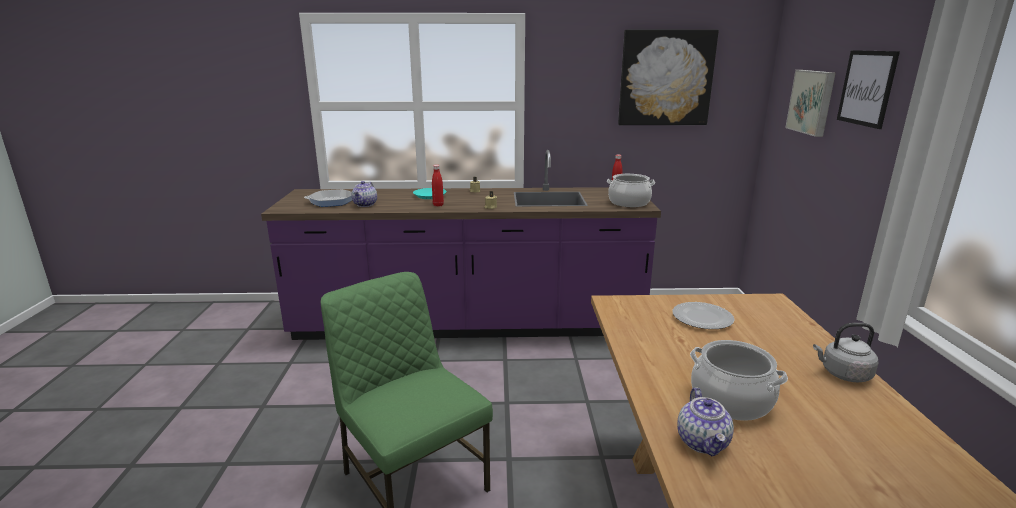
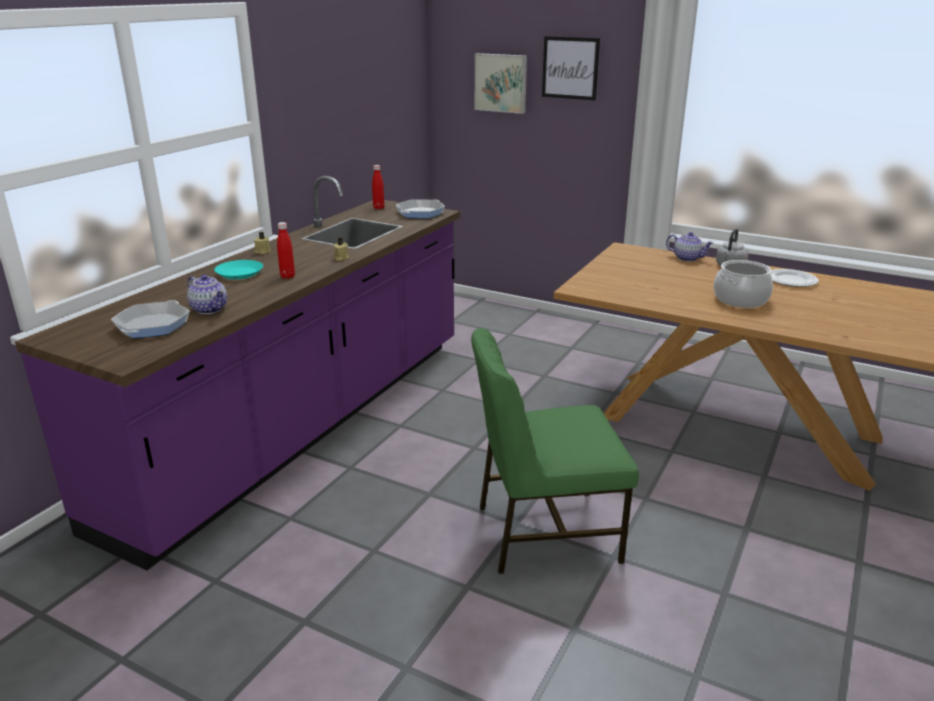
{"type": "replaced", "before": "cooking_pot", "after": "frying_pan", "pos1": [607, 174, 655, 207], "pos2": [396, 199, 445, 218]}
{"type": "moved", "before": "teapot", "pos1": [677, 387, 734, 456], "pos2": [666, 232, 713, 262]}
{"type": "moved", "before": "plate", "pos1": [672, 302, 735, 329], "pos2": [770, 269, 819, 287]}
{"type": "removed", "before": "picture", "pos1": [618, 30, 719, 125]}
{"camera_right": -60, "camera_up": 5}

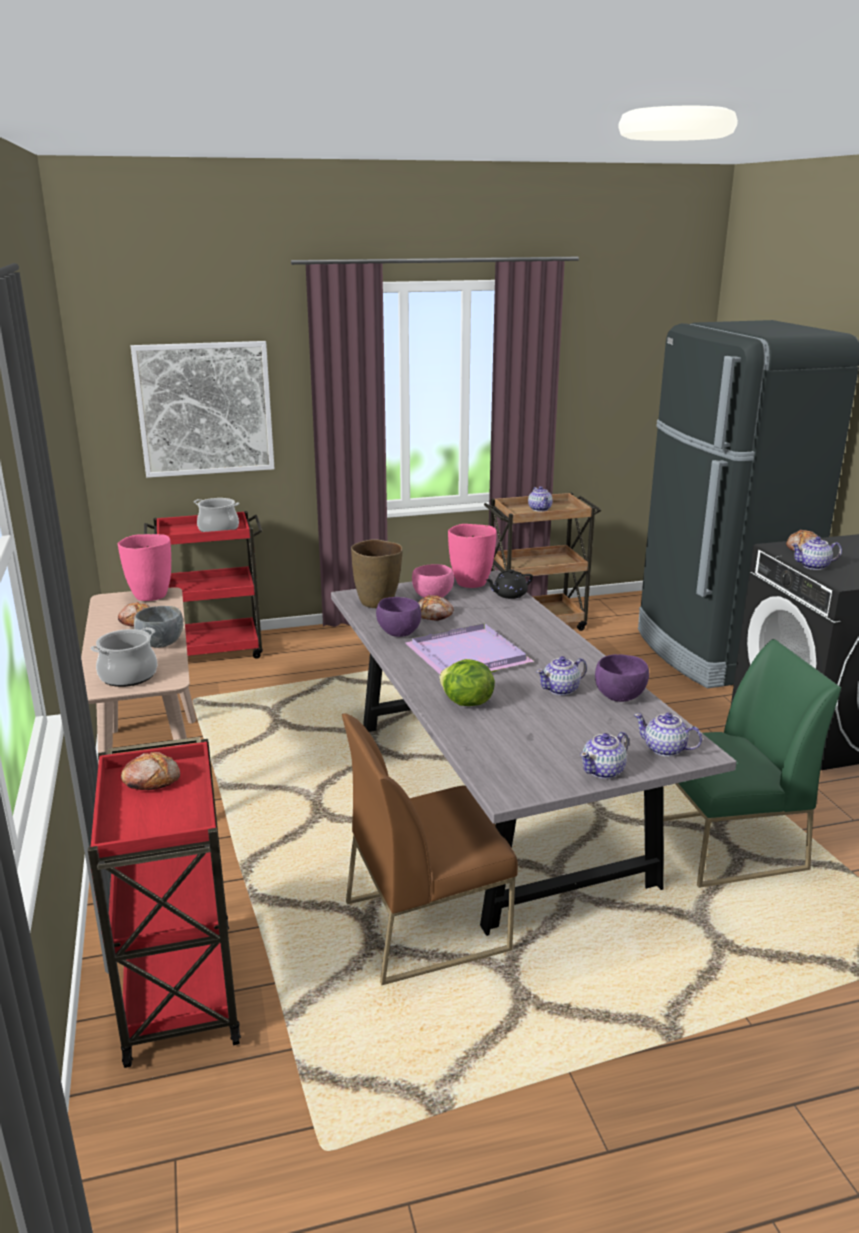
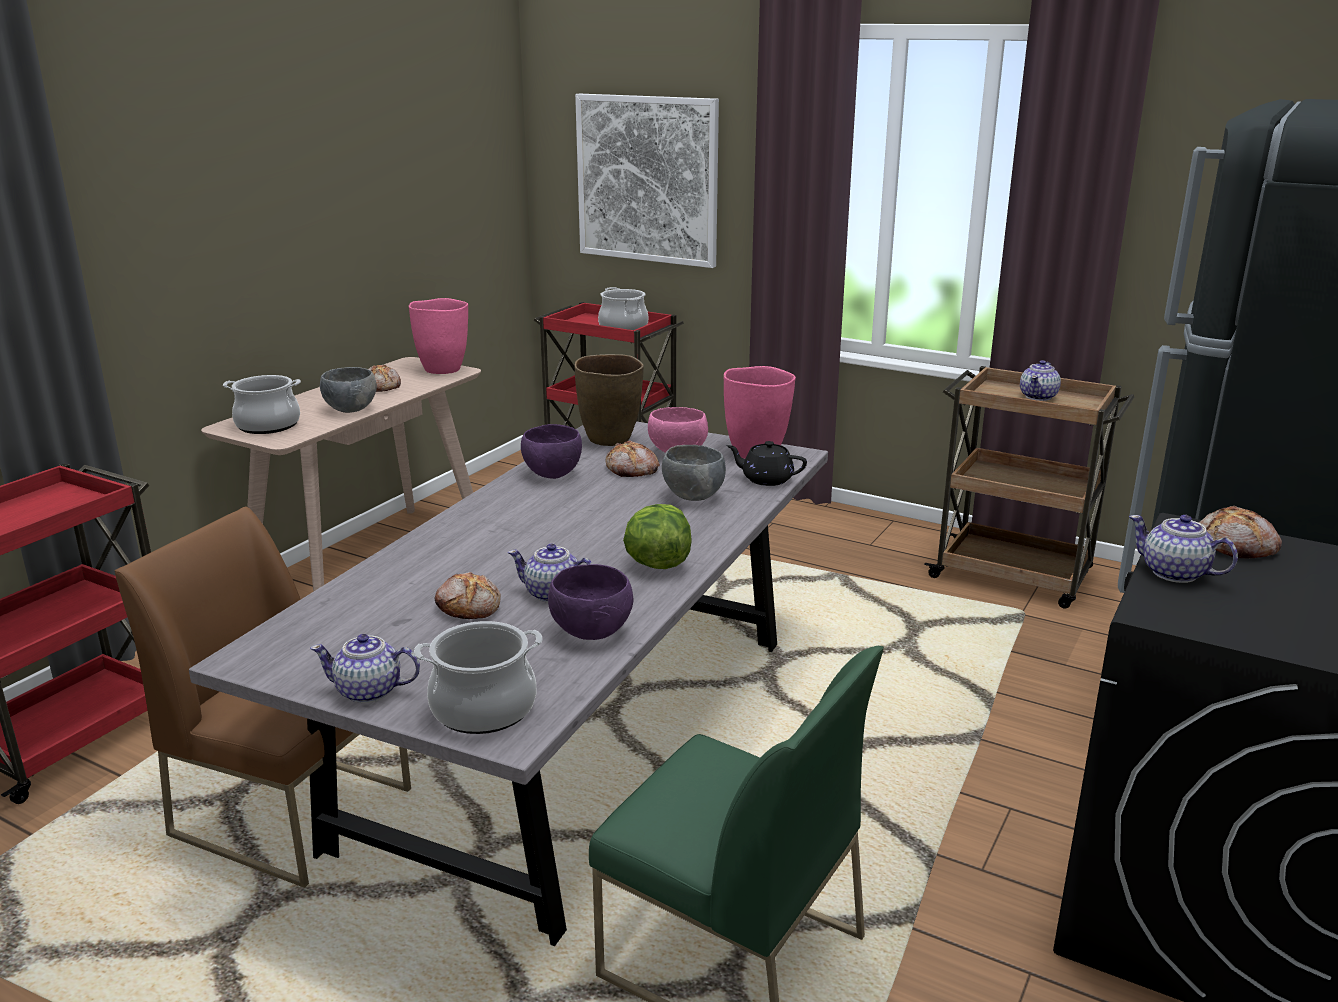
{"type": "replaced", "before": "teapot", "after": "cooking_pot", "pos1": [634, 713, 702, 757], "pos2": [414, 621, 542, 734]}
{"type": "moved", "before": "bread", "pos1": [121, 752, 180, 790], "pos2": [435, 572, 501, 619]}
{"type": "moved", "before": "lettuce", "pos1": [439, 659, 495, 706], "pos2": [623, 504, 692, 569]}
{"type": "added", "after": "grey_bowl", "pos2": [662, 445, 726, 501]}
{"type": "removed", "before": "purple_tray", "pos1": [405, 623, 534, 674]}
{"camera_right": 45, "camera_up": 0}

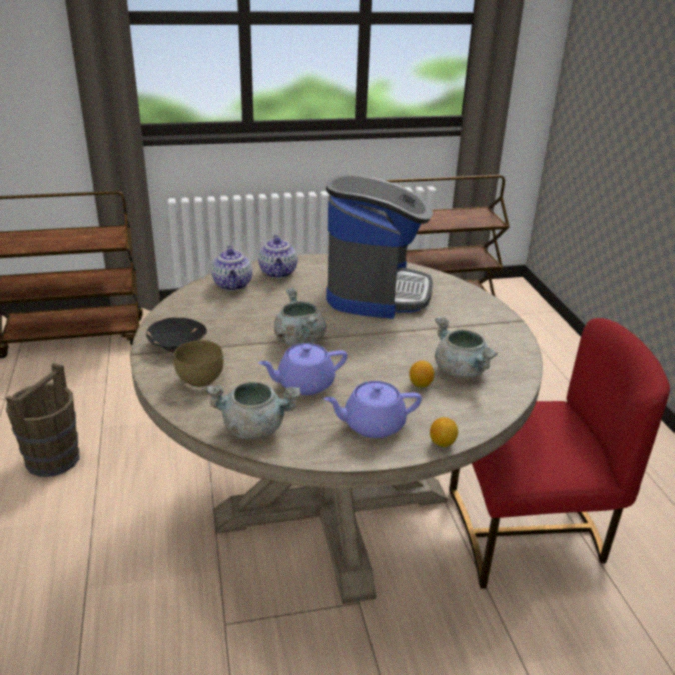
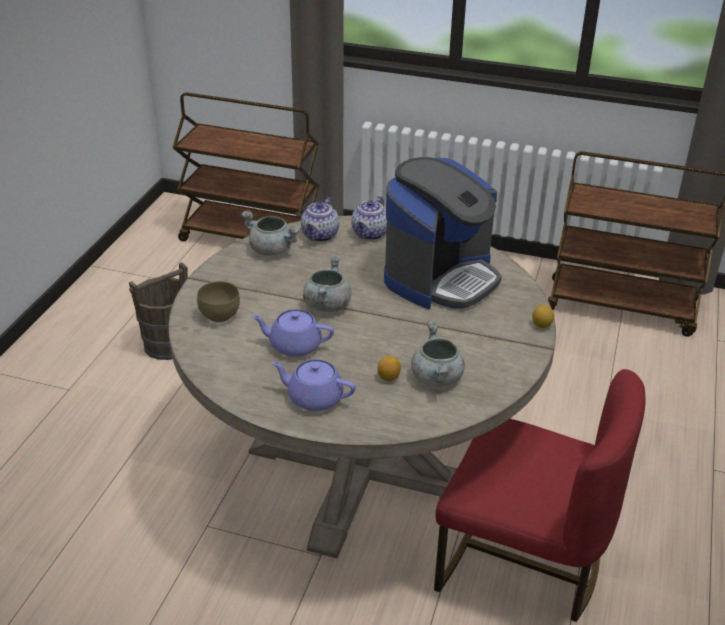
{"type": "moved", "before": "grey_cooking_pot", "pos1": [207, 382, 301, 439], "pos2": [241, 211, 301, 256]}
{"type": "moved", "before": "lemon", "pos1": [430, 417, 458, 447], "pos2": [532, 305, 554, 328]}
{"type": "removed", "before": "black_bowl", "pos1": [146, 318, 207, 352]}
{"camera_right": 30, "camera_up": 5}

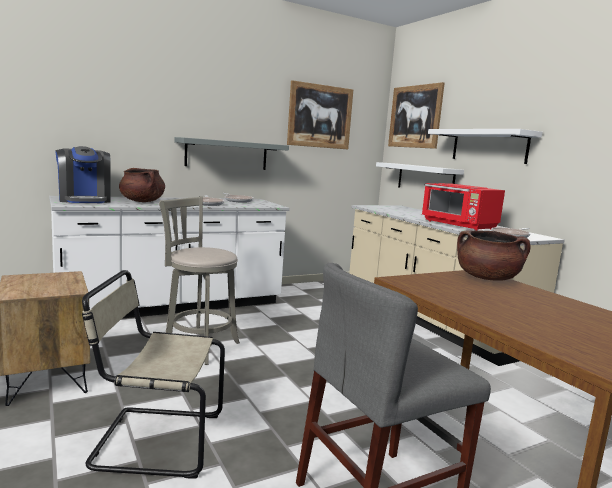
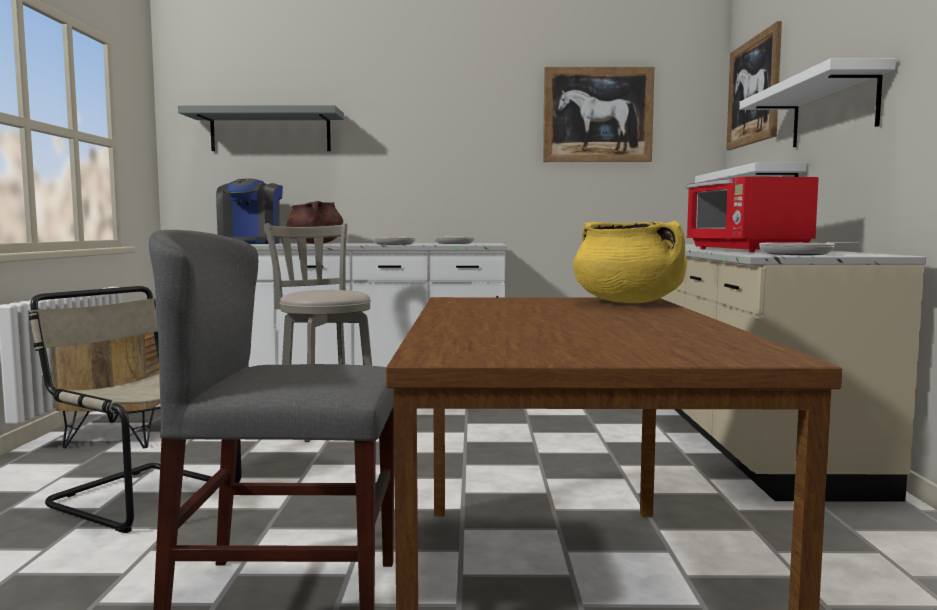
{"type": "moved", "before": "grey_shelf", "pos1": [174, 137, 289, 170], "pos2": [178, 105, 344, 151]}
{"type": "recoloured", "before": "brown_cooking_pot", "after": "yellow_cooking_pot", "pos1": [457, 230, 531, 281], "pos2": [573, 221, 687, 303]}
{"camera_right": 30, "camera_up": -5}

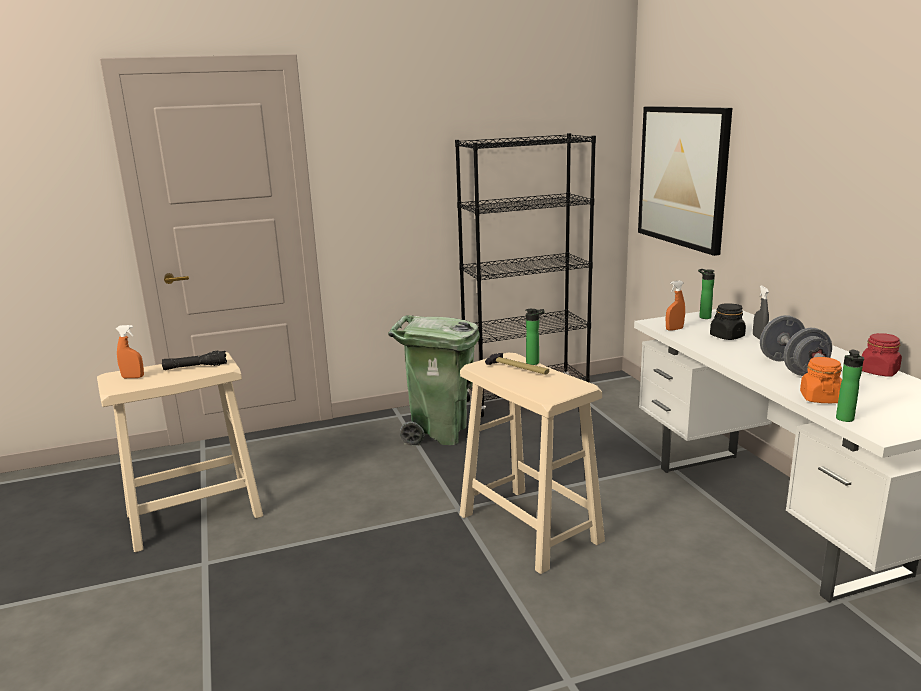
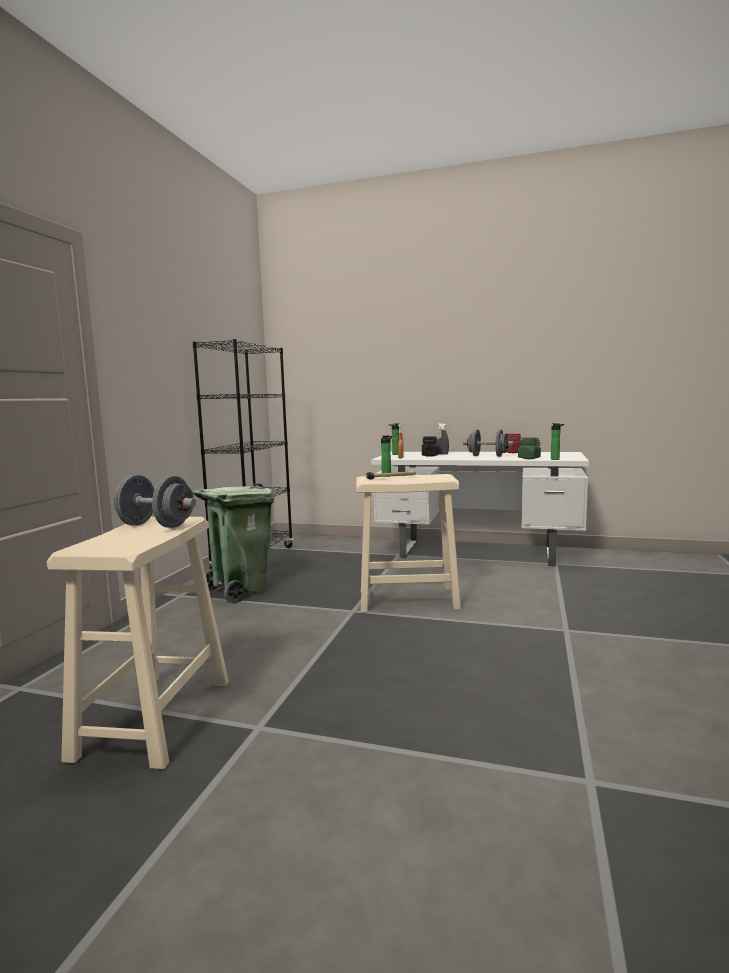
{"type": "replaced", "before": "black_flashlight", "after": "grey_dumbbell", "pos1": [162, 351, 227, 370], "pos2": [113, 475, 196, 528]}
{"type": "recoloured", "before": "orange_jar", "after": "green_jar", "pos1": [800, 357, 842, 403], "pos2": [518, 437, 541, 459]}
{"type": "removed", "before": "orange_spray_bottle", "pos1": [116, 325, 144, 378]}
{"type": "removed", "before": "picture", "pos1": [638, 106, 732, 256]}
{"camera_right": -55, "camera_up": -10}

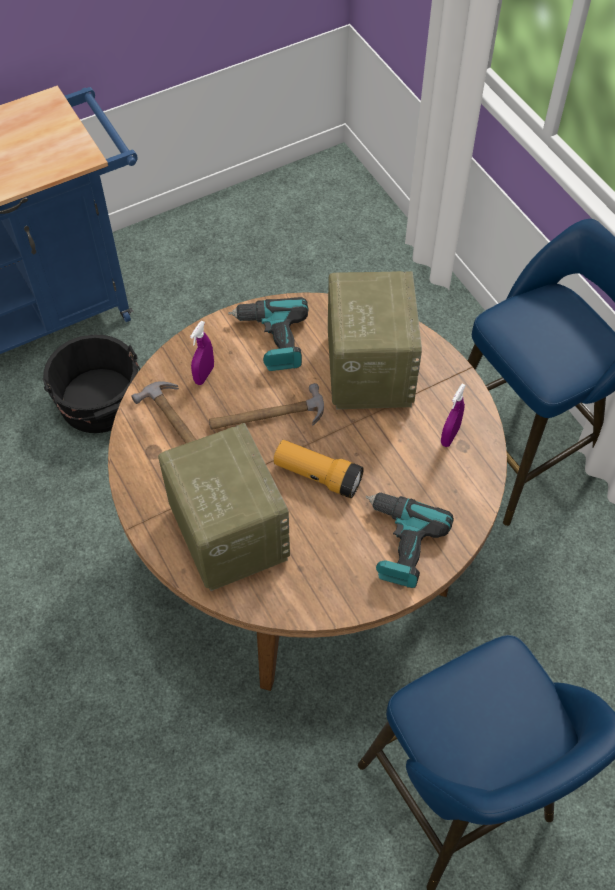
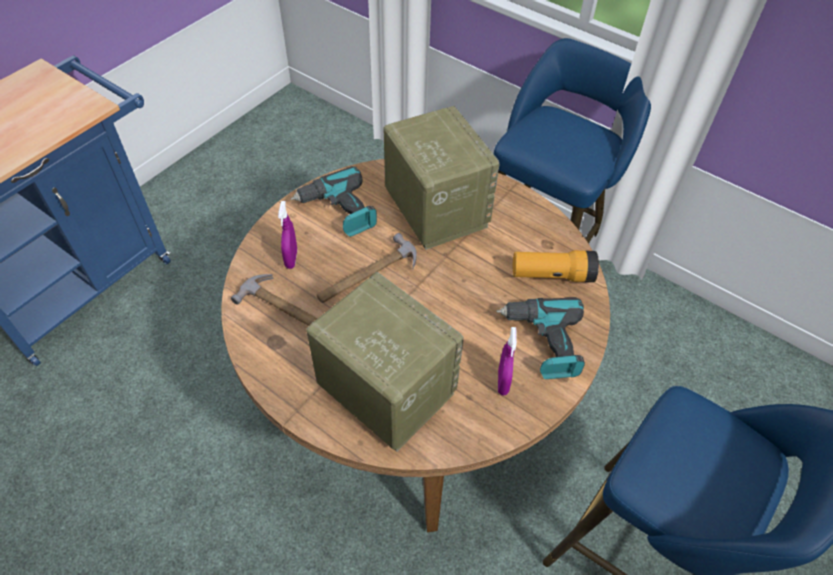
{"type": "moved", "before": "purple_spray_bottle", "pos1": [441, 384, 466, 447], "pos2": [498, 327, 517, 396]}
{"type": "moved", "before": "flashlight", "pos1": [274, 440, 364, 498], "pos2": [512, 250, 599, 282]}
{"type": "removed", "before": "black_bucket", "pos1": [43, 335, 140, 433]}
{"camera_right": -25, "camera_up": -5}

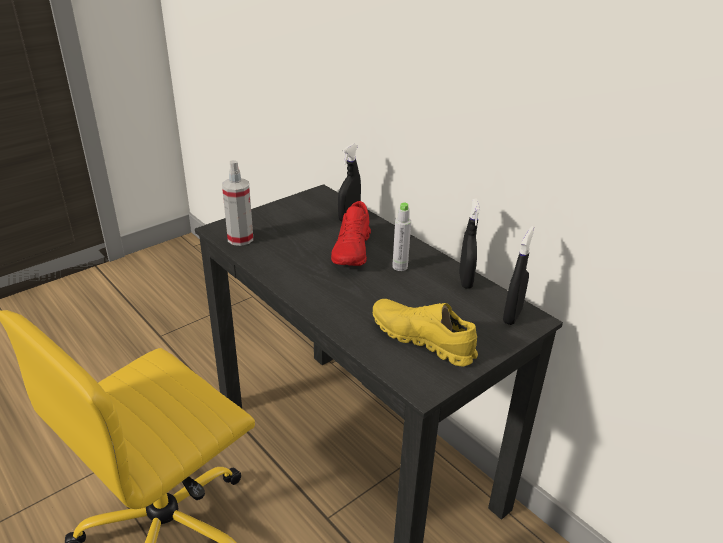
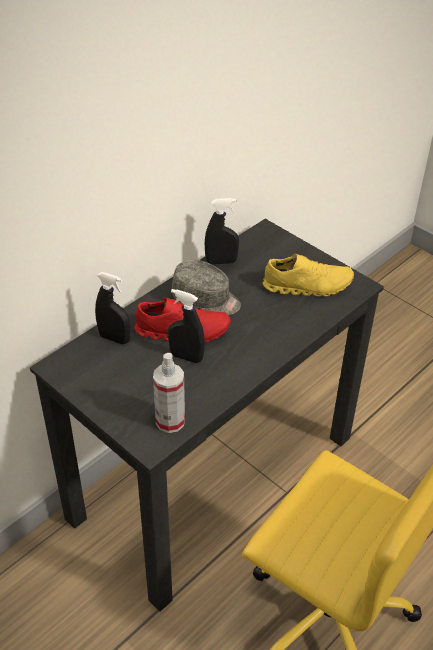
{"type": "moved", "before": "black_spray_bottle", "pos1": [503, 226, 535, 325], "pos2": [168, 289, 205, 363]}
{"type": "replaced", "before": "grey_bottle", "after": "grey_cap", "pos1": [392, 203, 411, 271], "pos2": [172, 260, 241, 315]}
{"type": "turned", "before": "yellow_shoe", "pos1": [373, 299, 478, 366], "pos2": [263, 254, 354, 297], "turn": -120}
{"camera_right": -95, "camera_up": 10}

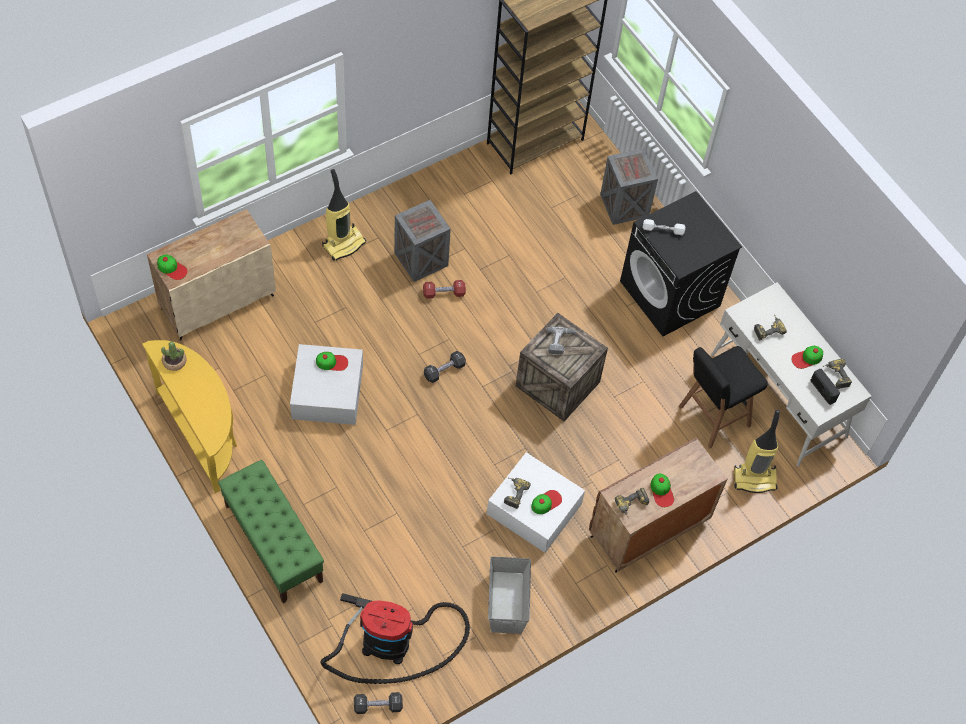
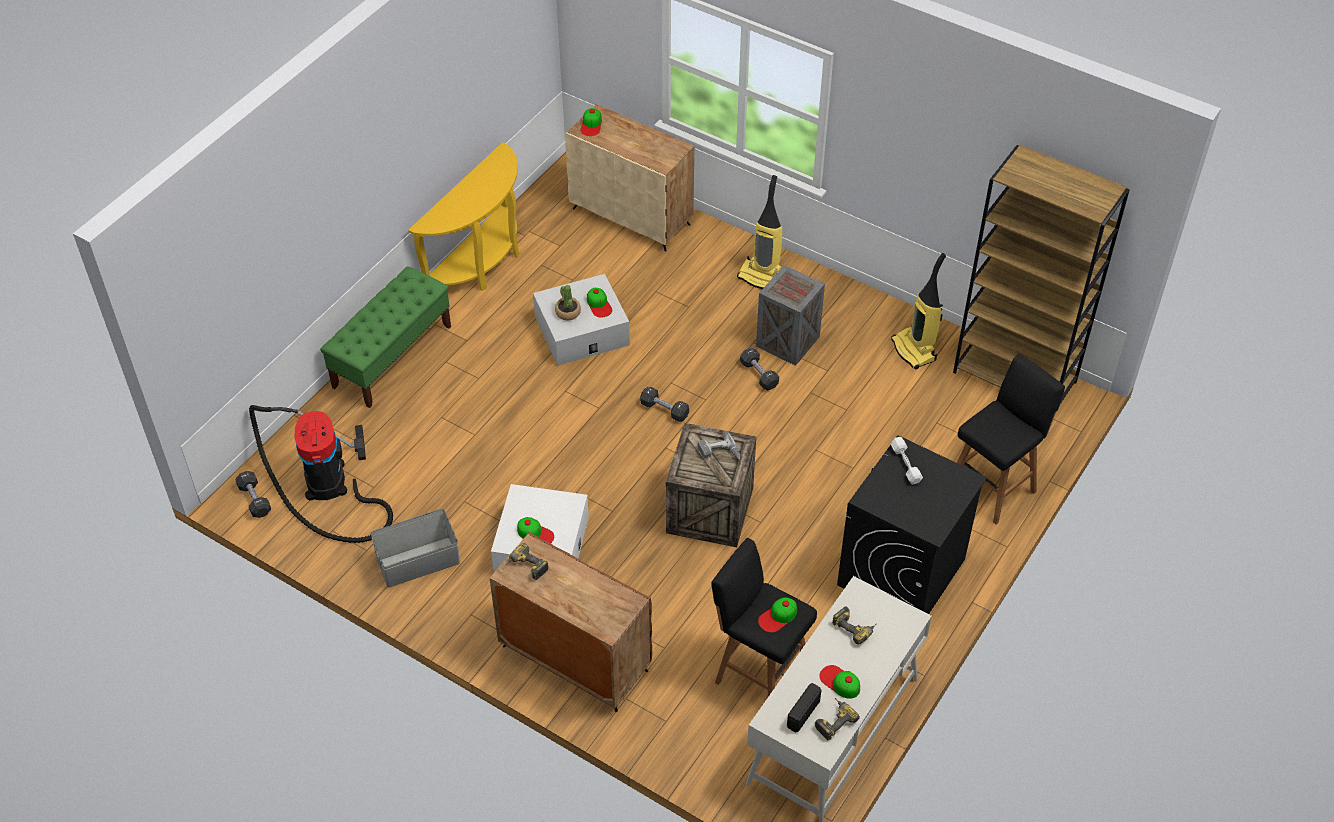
{"type": "moved", "before": "potted_plant", "pos1": [161, 341, 187, 371], "pos2": [555, 285, 581, 321]}
{"type": "recoloured", "before": "red_dumbbell", "after": "black_dumbbell", "pos1": [423, 280, 466, 299], "pos2": [740, 348, 779, 390]}
{"type": "moved", "before": "cap", "pos1": [651, 473, 674, 507], "pos2": [758, 597, 797, 633]}
{"type": "moved", "before": "vacuum_cleaner", "pos1": [734, 410, 780, 493], "pos2": [891, 253, 946, 370]}
{"type": "replaced", "before": "crate", "after": "black_stool", "pos1": [600, 148, 658, 225], "pos2": [957, 354, 1065, 525]}
{"type": "removed", "before": "power_drill", "pos1": [504, 477, 531, 509]}
{"camera_right": 70, "camera_up": -10}

